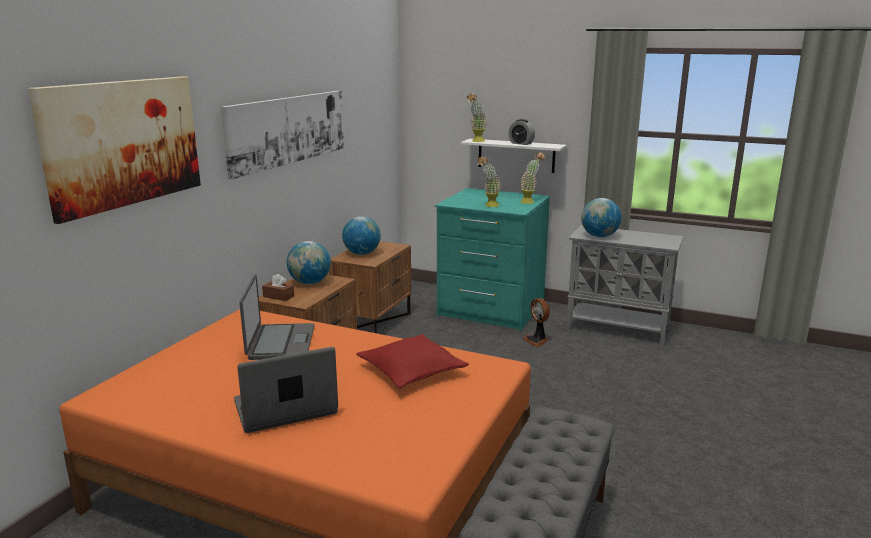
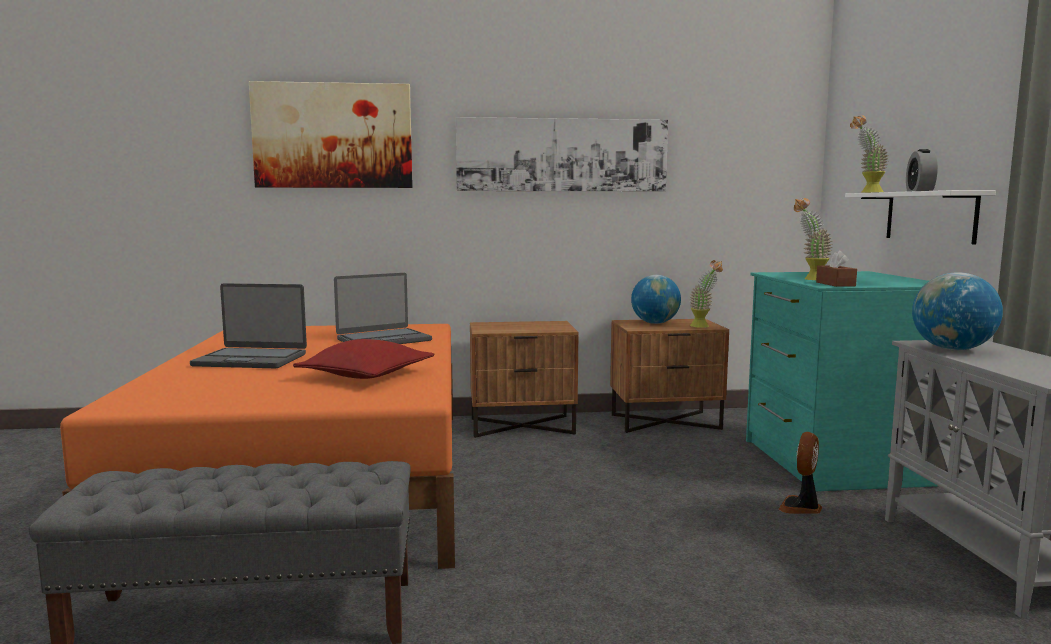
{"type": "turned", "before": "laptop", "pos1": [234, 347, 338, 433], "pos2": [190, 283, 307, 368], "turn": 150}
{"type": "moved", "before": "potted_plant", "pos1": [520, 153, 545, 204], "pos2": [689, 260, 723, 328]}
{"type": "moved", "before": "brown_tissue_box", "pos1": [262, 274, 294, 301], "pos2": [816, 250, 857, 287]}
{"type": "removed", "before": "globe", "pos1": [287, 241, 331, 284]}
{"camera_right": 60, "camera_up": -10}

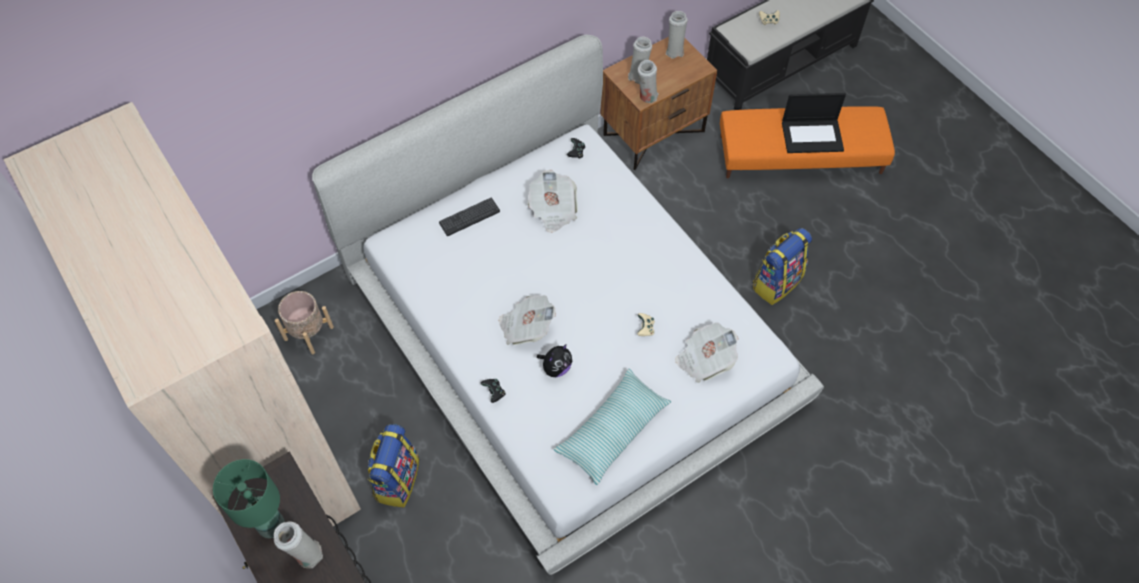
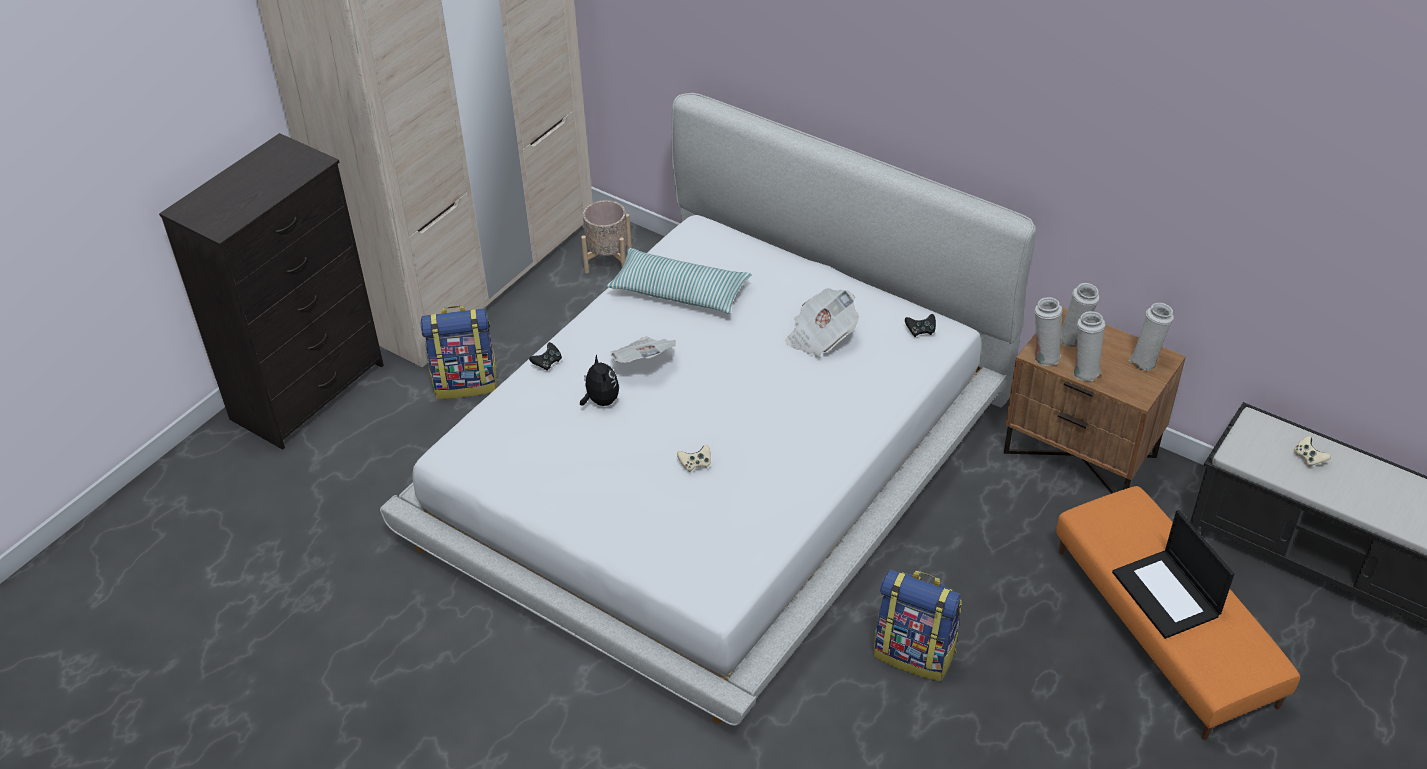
{"type": "turned", "before": "plush_toy", "pos1": [537, 344, 572, 377], "pos2": [580, 354, 619, 406], "turn": -135}
{"type": "moved", "before": "pillow", "pos1": [554, 369, 671, 485], "pos2": [606, 248, 752, 314]}
{"type": "moved", "before": "white_vase", "pos1": [274, 521, 323, 568], "pos2": [1073, 311, 1105, 382]}
{"type": "removed", "before": "green_table_lamp", "pos1": [213, 459, 285, 538]}
{"type": "removed", "before": "keyboard", "pos1": [439, 198, 500, 236]}
{"type": "removed", "before": "newspaper", "pos1": [675, 322, 739, 383]}
{"camera_right": 70, "camera_up": -15}

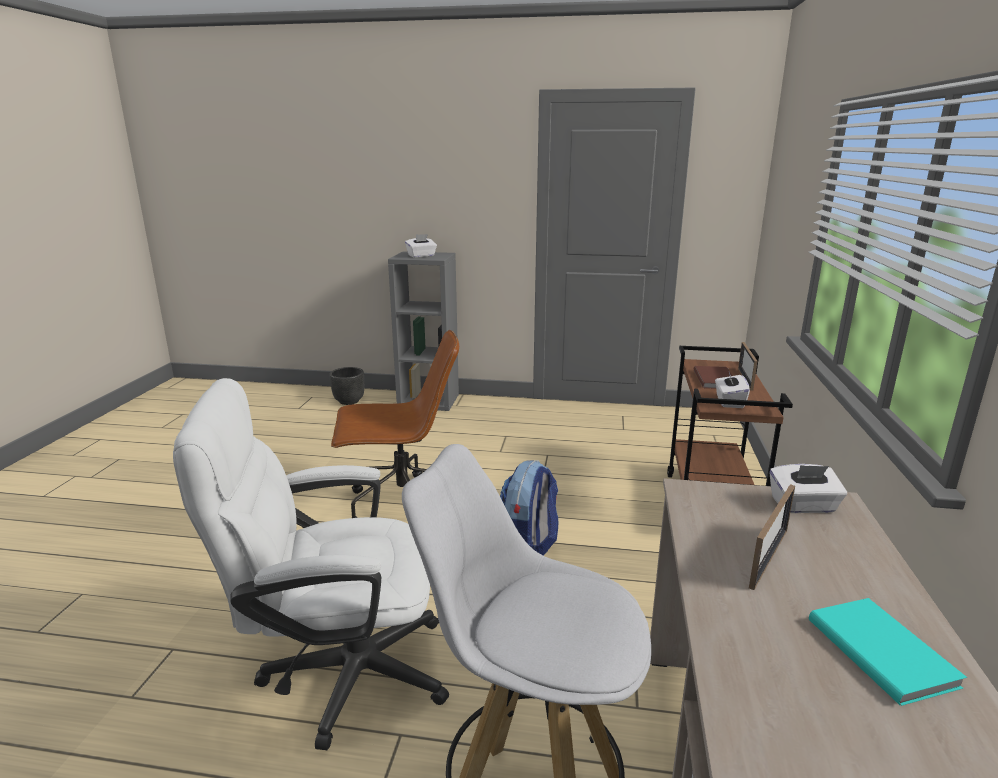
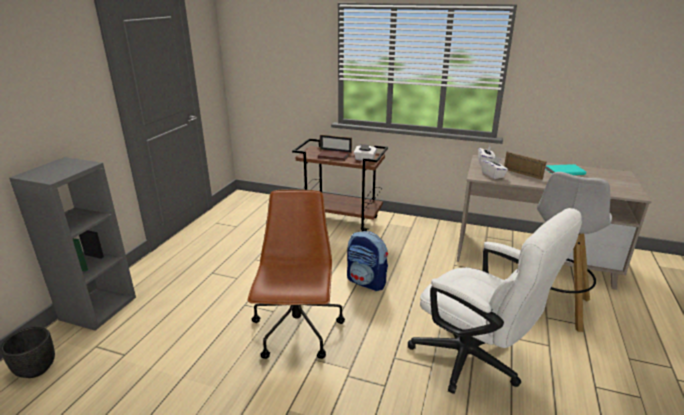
{"type": "turned", "before": "white_office_chair", "pos1": [173, 378, 449, 750], "pos2": [408, 208, 582, 394], "turn": -45}
{"type": "moved", "before": "white_tissue_box", "pos1": [405, 234, 437, 257], "pos2": [481, 156, 508, 179]}
{"camera_right": -80, "camera_up": 5}

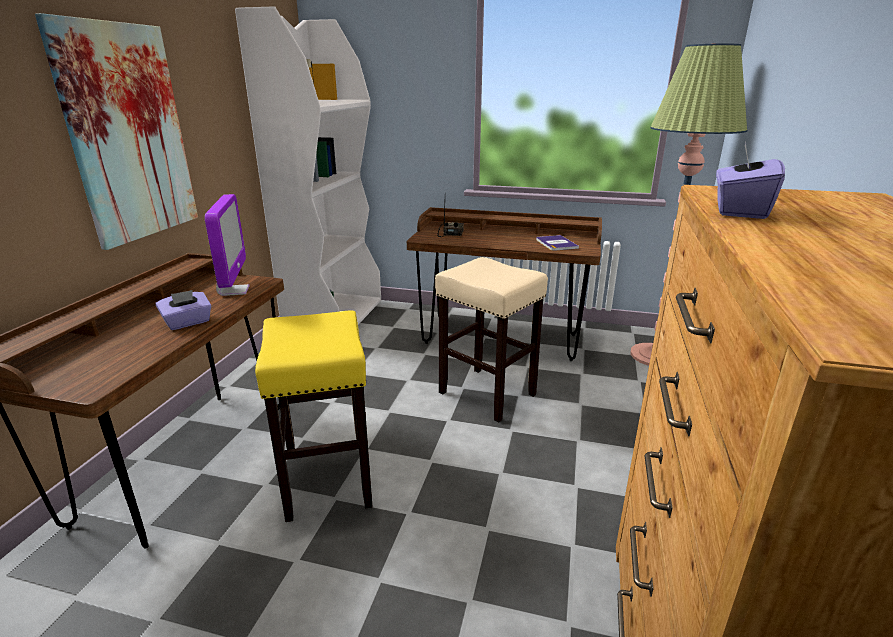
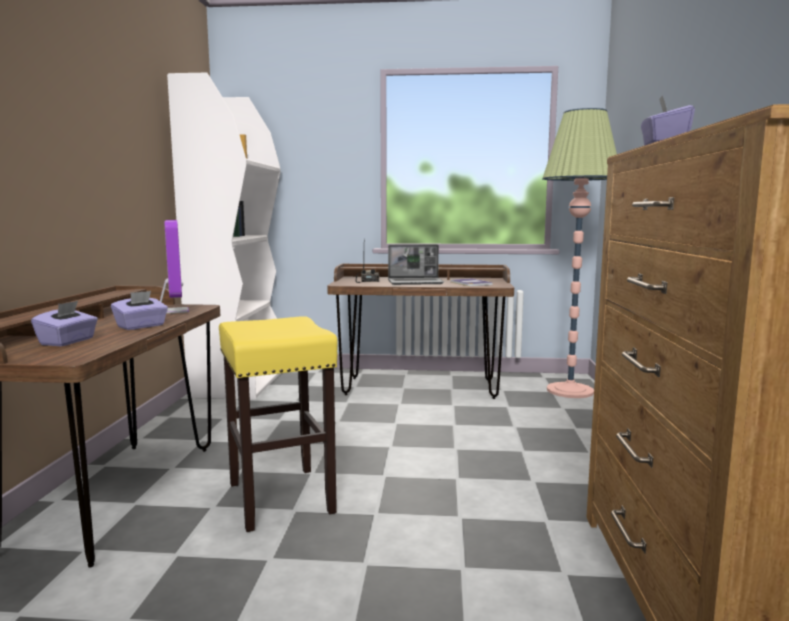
{"type": "added", "after": "purple_tissue_box", "pos2": [31, 301, 98, 346]}
{"type": "added", "after": "laptop", "pos2": [388, 244, 444, 285]}
{"type": "removed", "before": "picture", "pos1": [35, 13, 198, 250]}
{"type": "removed", "before": "beige_stool", "pos1": [435, 257, 548, 422]}
{"camera_right": -10, "camera_up": -15}

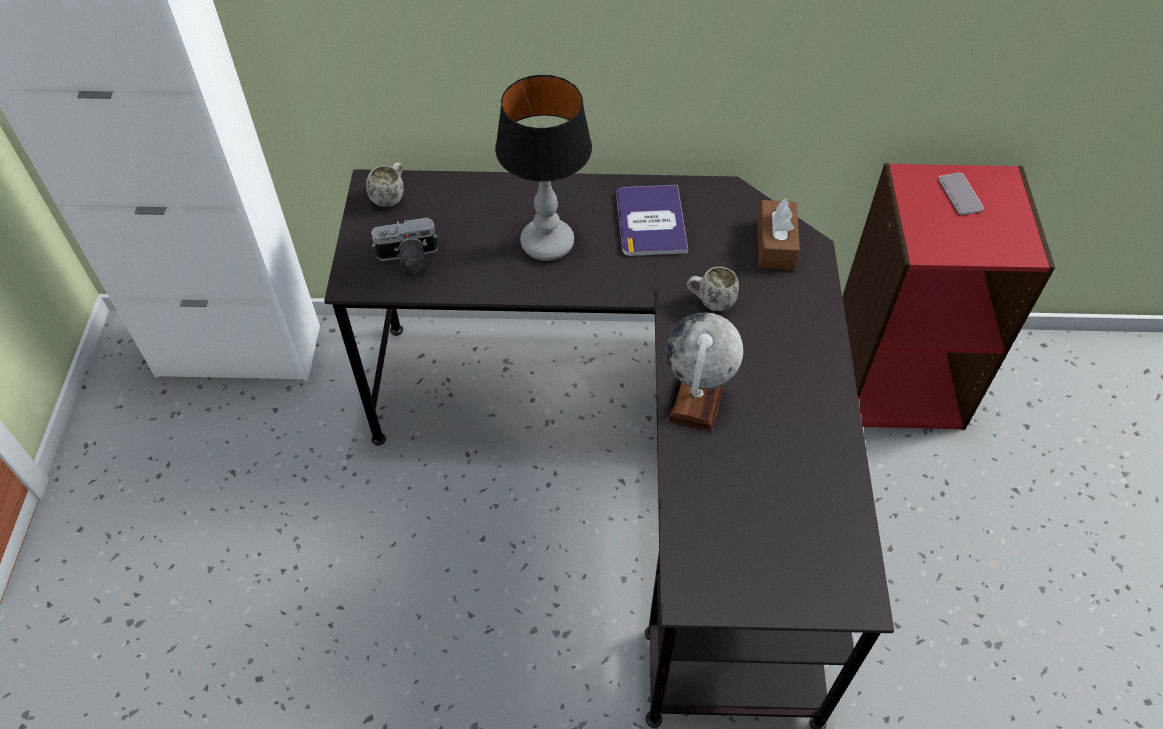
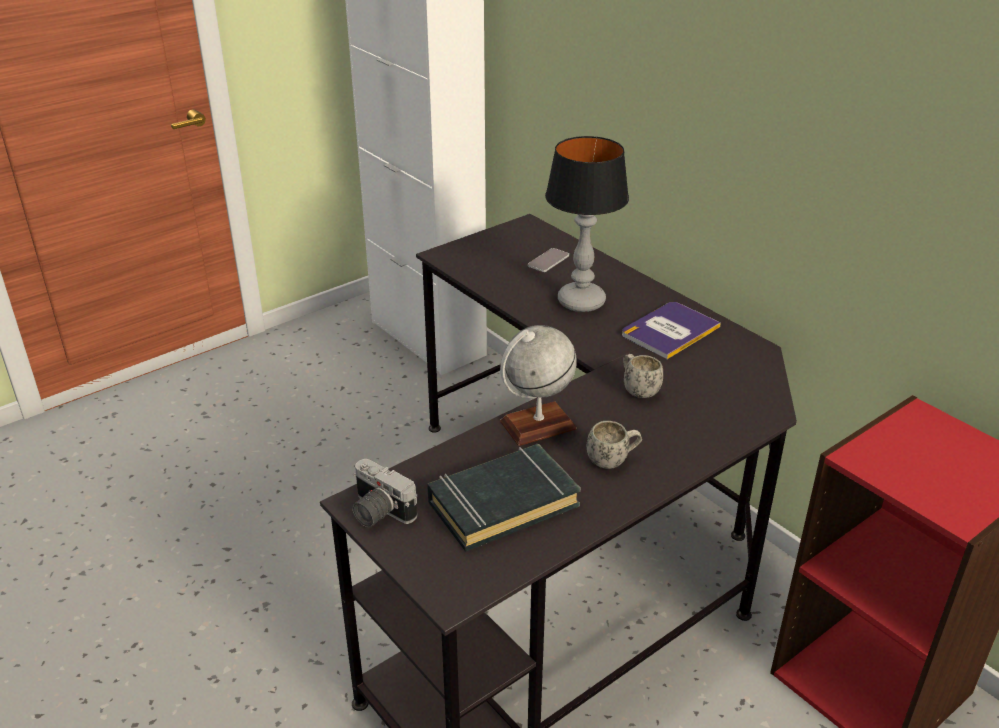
{"type": "moved", "before": "photo_camera", "pos1": [371, 217, 438, 273], "pos2": [352, 459, 417, 528]}
{"type": "added", "after": "black_book", "pos2": [427, 444, 581, 552]}
{"type": "moved", "before": "phone", "pos1": [939, 173, 984, 215], "pos2": [528, 248, 569, 272]}
{"type": "moved", "before": "white_mug", "pos1": [366, 162, 404, 207], "pos2": [587, 421, 642, 469]}
{"type": "removed", "before": "brown_tissue_box", "pos1": [757, 198, 800, 270]}
{"camera_right": 50, "camera_up": -20}

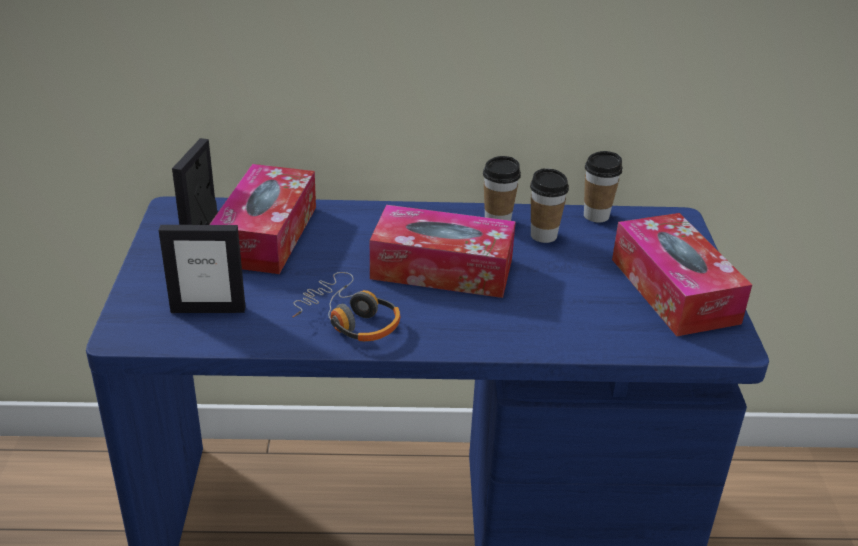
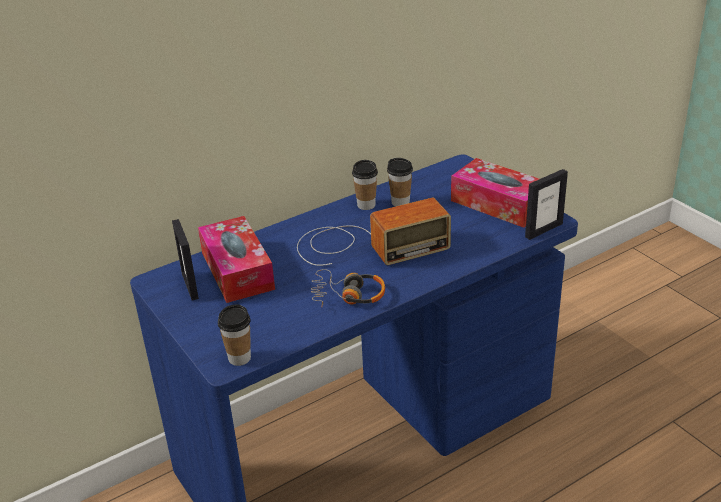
{"type": "moved", "before": "cup", "pos1": [584, 151, 623, 223], "pos2": [218, 304, 251, 366]}
{"type": "replaced", "before": "tissue_box", "after": "radio", "pos1": [370, 205, 516, 298], "pos2": [297, 198, 451, 266]}
{"type": "moved", "before": "picture_frame", "pos1": [159, 225, 246, 313], "pos2": [525, 169, 568, 240]}
{"camera_right": -30, "camera_up": 0}

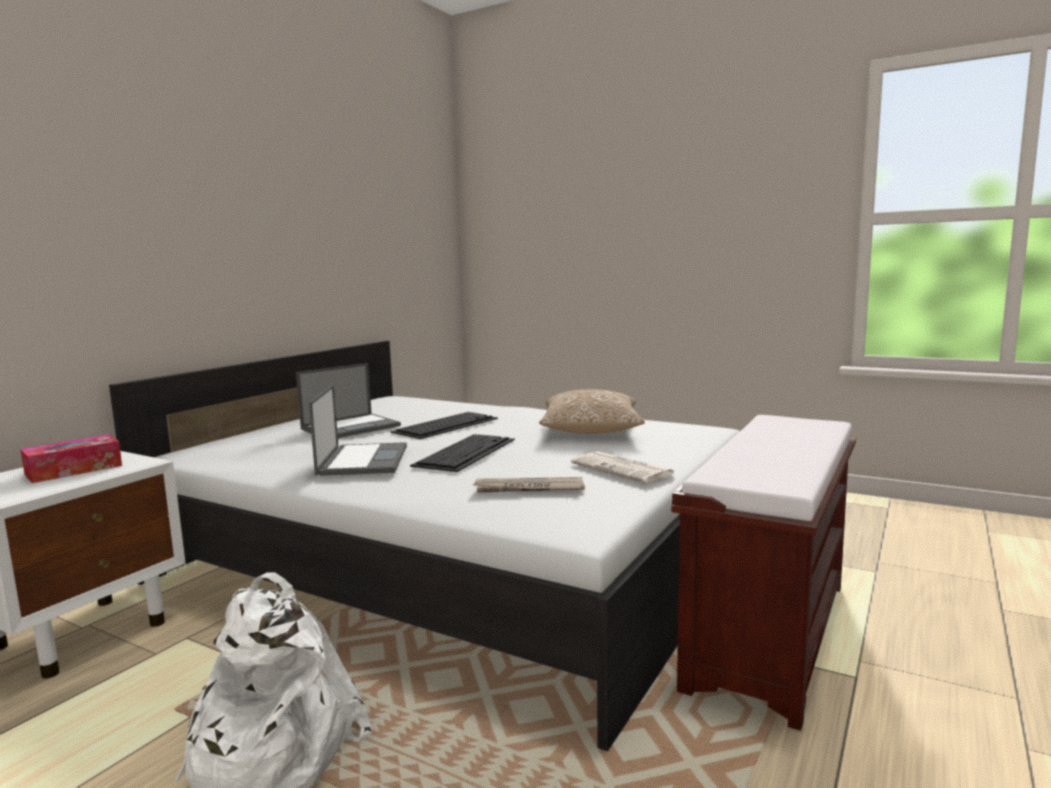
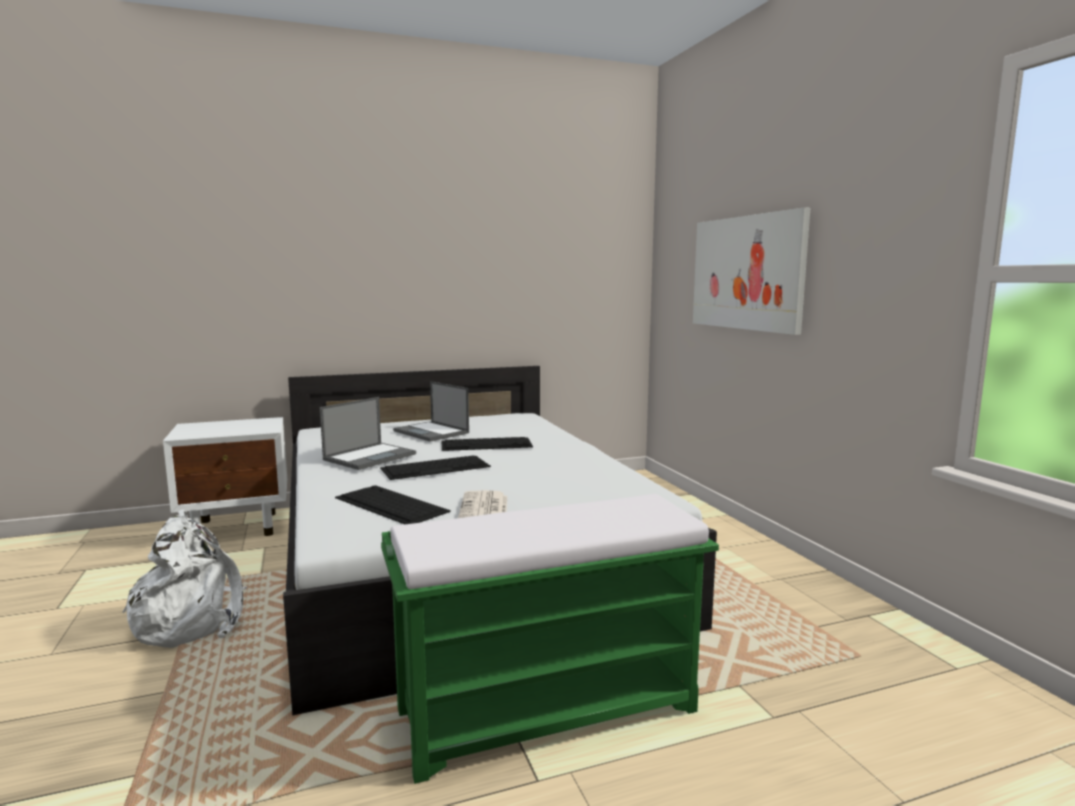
{"type": "replaced", "before": "newspaper", "after": "keyboard", "pos1": [472, 477, 585, 493], "pos2": [335, 485, 451, 524]}
{"type": "recoloured", "before": "brown_bench", "after": "green_bench", "pos1": [671, 415, 856, 731], "pos2": [381, 494, 719, 784]}
{"type": "turned", "before": "laptop", "pos1": [296, 363, 401, 438], "pos2": [393, 381, 469, 442], "turn": 45}
{"type": "added", "after": "picture", "pos2": [693, 207, 810, 335]}
{"type": "removed", "before": "tissue_box", "pos1": [20, 435, 122, 483]}
{"type": "removed", "before": "pillow", "pos1": [539, 390, 645, 434]}
{"camera_right": 40, "camera_up": 0}

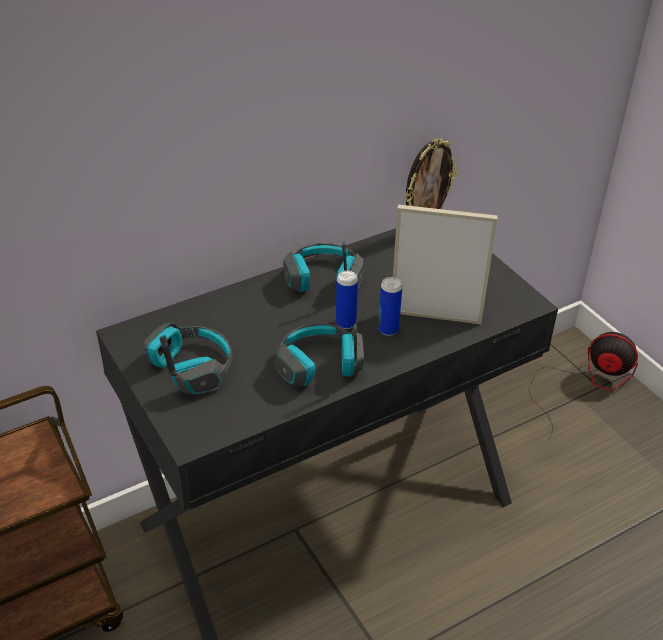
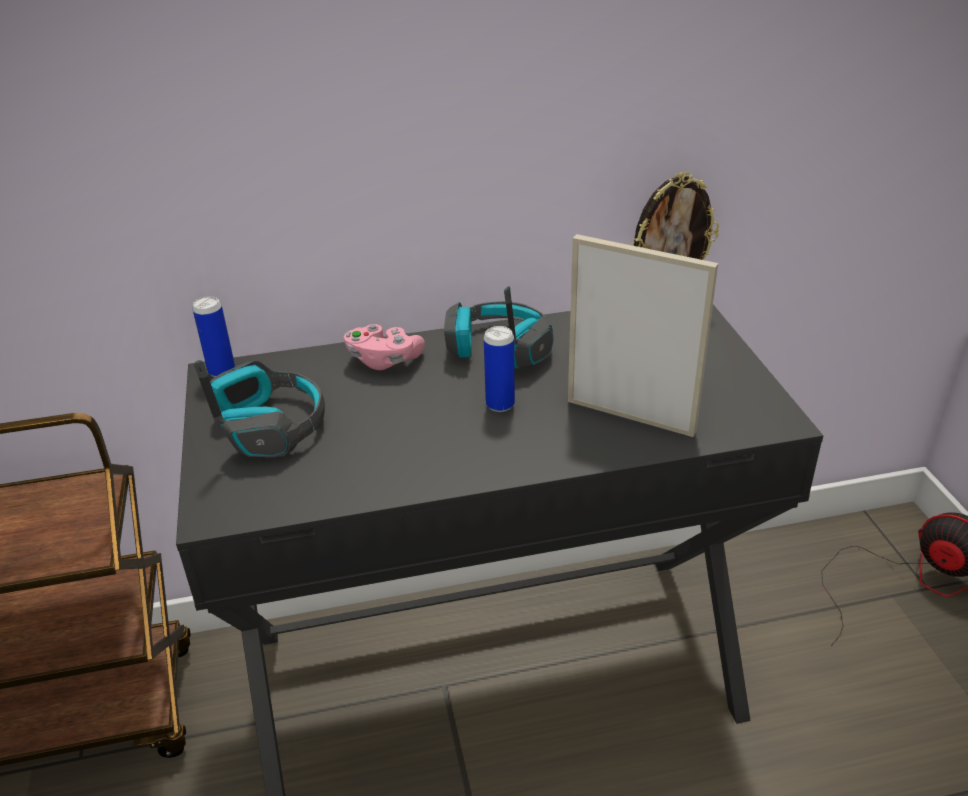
{"type": "moved", "before": "can", "pos1": [378, 277, 402, 336], "pos2": [193, 296, 235, 377]}
{"type": "added", "after": "pink_game_controller", "pos2": [344, 324, 425, 370]}
{"type": "removed", "before": "headphones", "pos1": [275, 323, 364, 386]}
{"camera_right": 20, "camera_up": -5}

